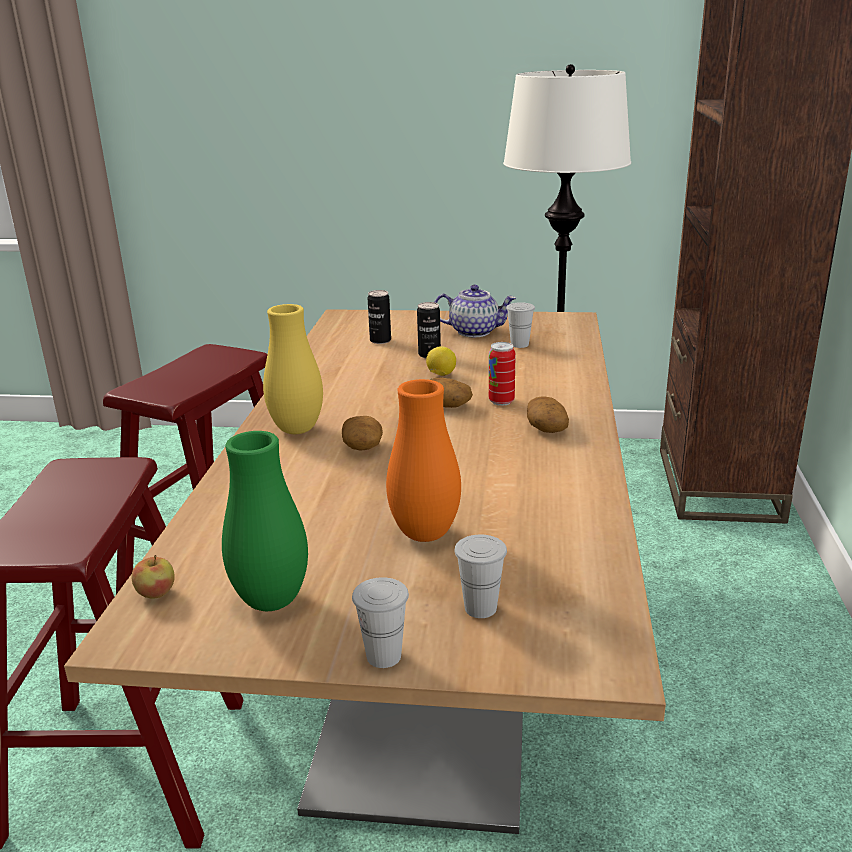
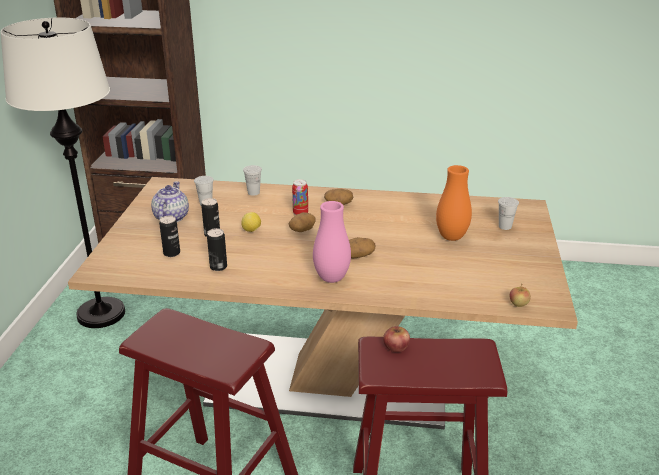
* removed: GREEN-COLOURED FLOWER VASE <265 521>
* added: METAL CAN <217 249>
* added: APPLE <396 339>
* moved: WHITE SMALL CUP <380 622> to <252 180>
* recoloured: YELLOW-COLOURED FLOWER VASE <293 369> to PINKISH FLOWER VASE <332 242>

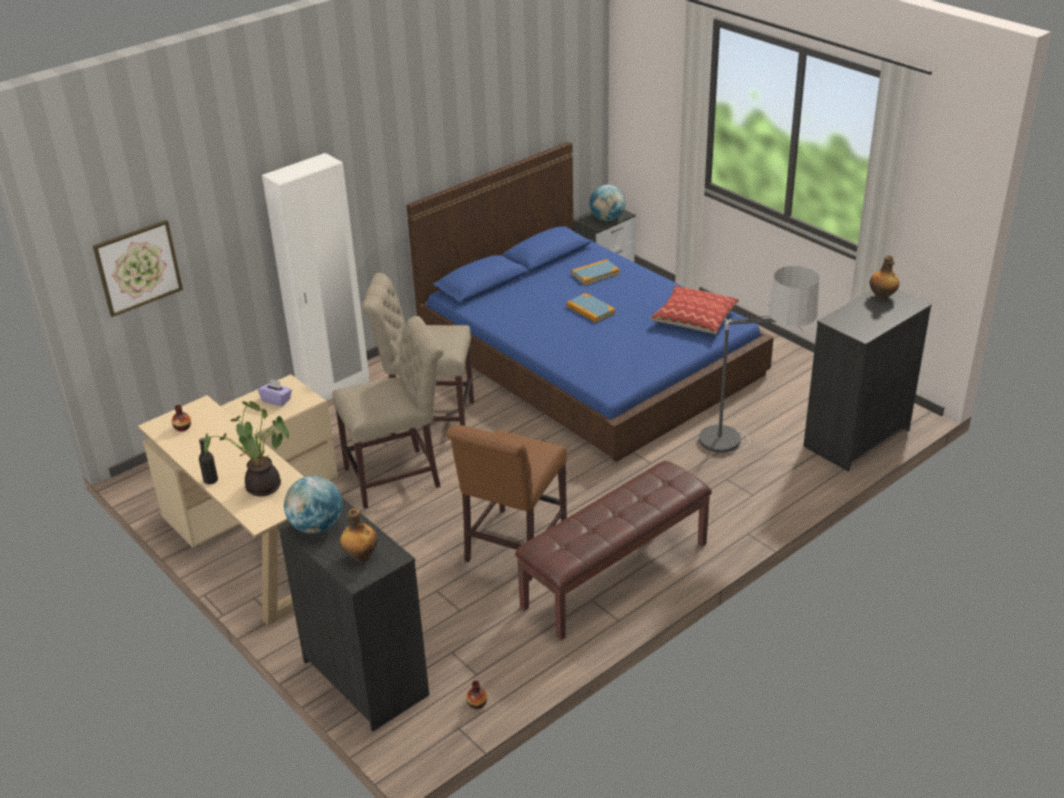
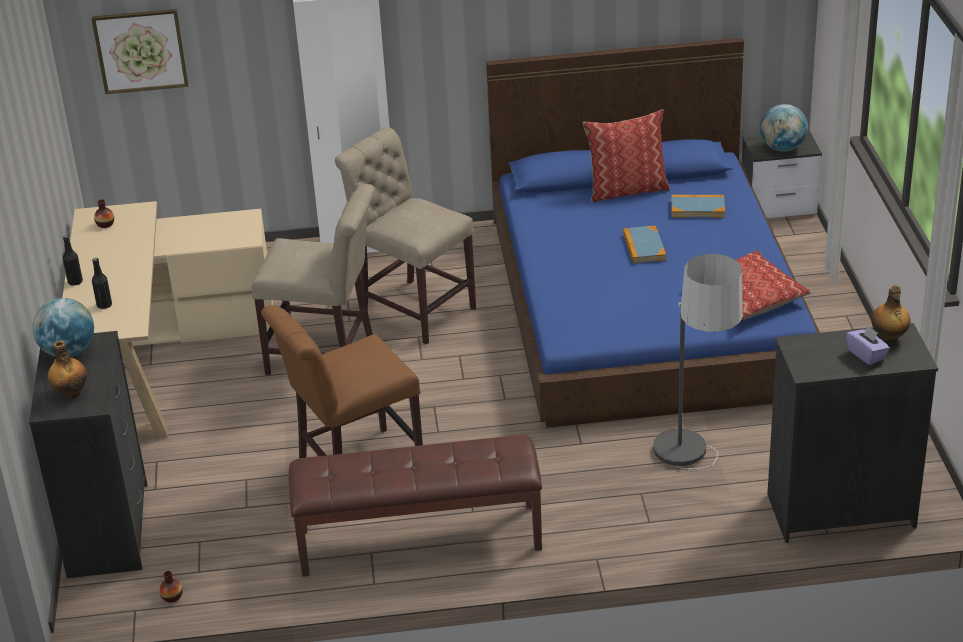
* added: PILLOW <626 156>
* moved: PURPLISH TISSUE BOX <275 392> to <868 345>
* replaced: POTTED PLANT <246 448> to BLACK BEVERAGE BOTTLE <102 283>

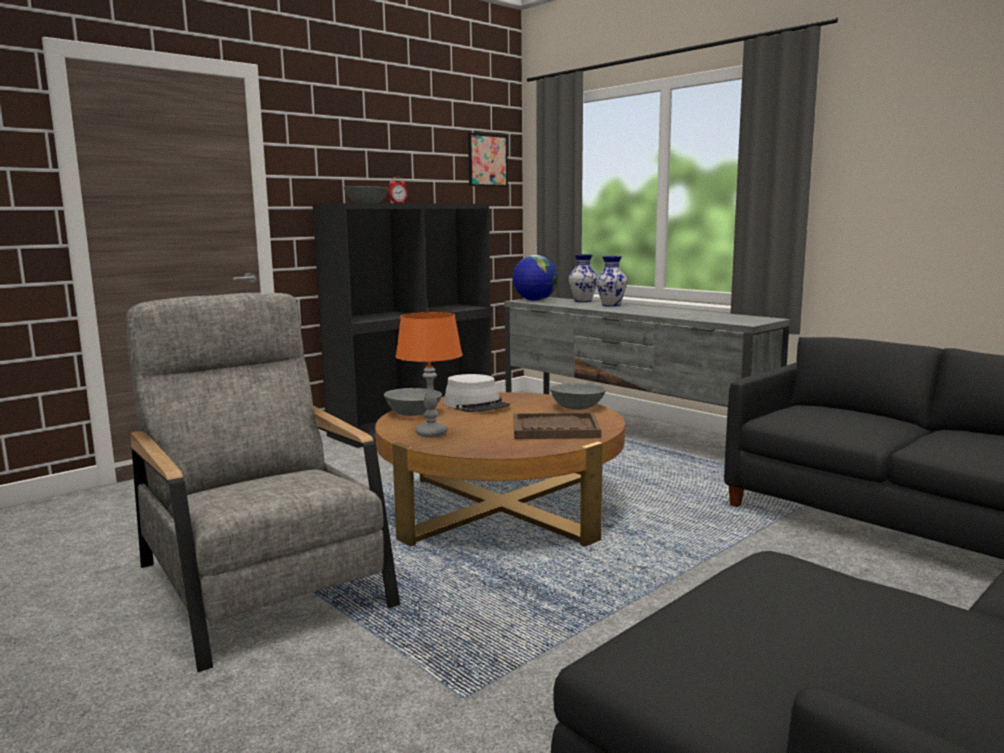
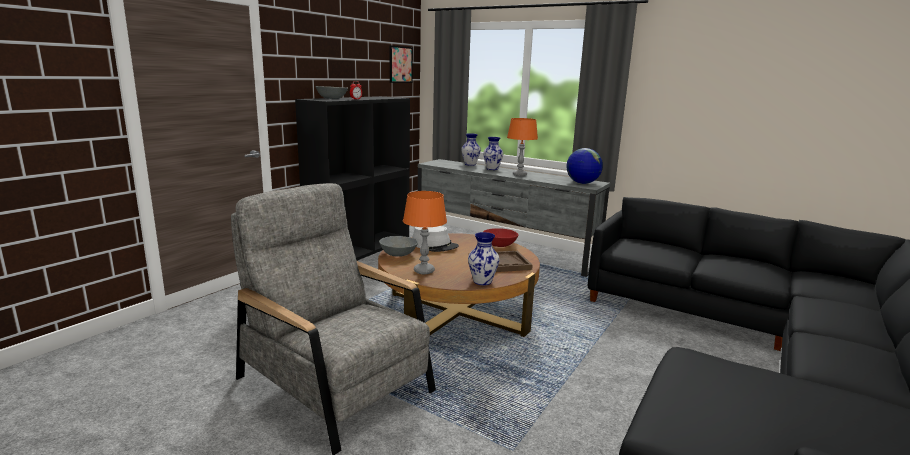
* added: FLOWER VASE <484 258>
* added: ORANGE TABLE LAMP <522 147>
* moved: GLOBE <535 278> to <585 166>
* recoloured: GREY BOWL <578 396> to RED BOWL <501 237>

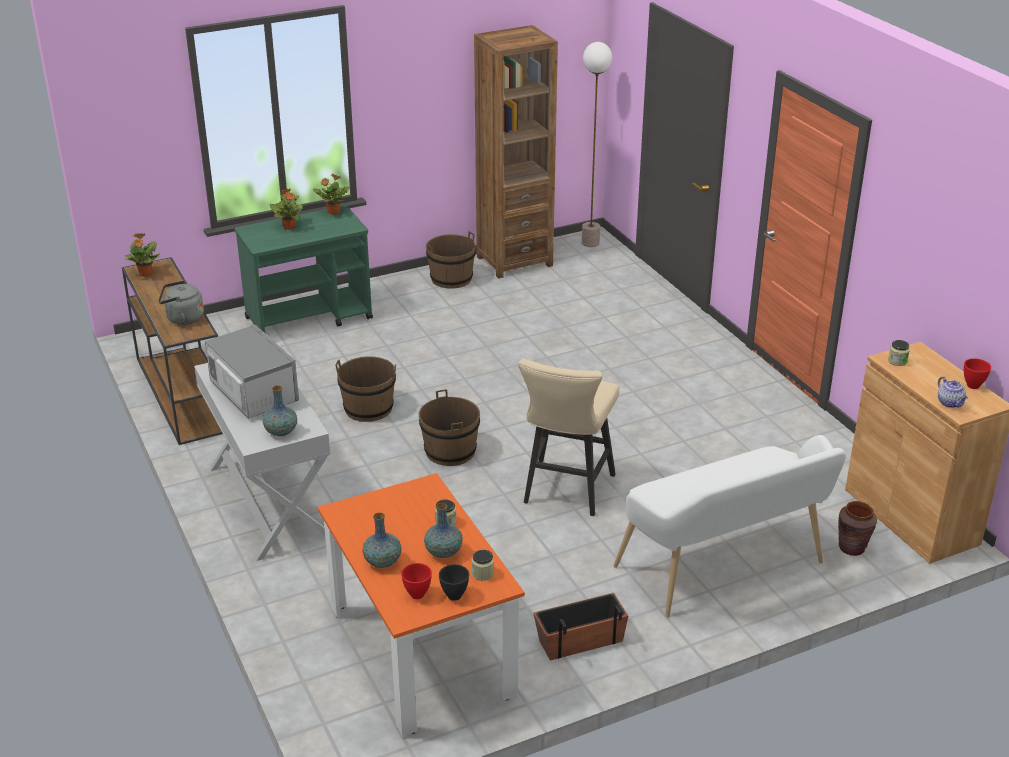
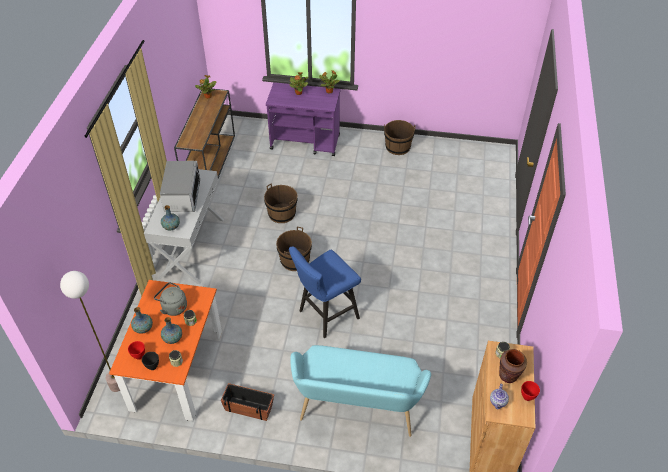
* removed: BROWN BOOKSHELF <516 152>
* moved: GREY TEA KETTLE <181 303> to <170 299>
* moved: FLOOR LAMP <597 144> to <90 331>
* moved: BROWN FLOWER VASE <857 528> to <513 366>
* recoloured: GREEN-COLOURED WHEELED CART <304 269> to PURPLISH WHEELED CART <303 119>
* recoloured: BEIGE-COLOURED SITTING STOOL <568 437> to BLUE SITTING STOOL <325 292>
* recoloured: WHITE INDOOR BENCH <730 526> to BLUE-GREEN INDOOR BENCH <360 391>

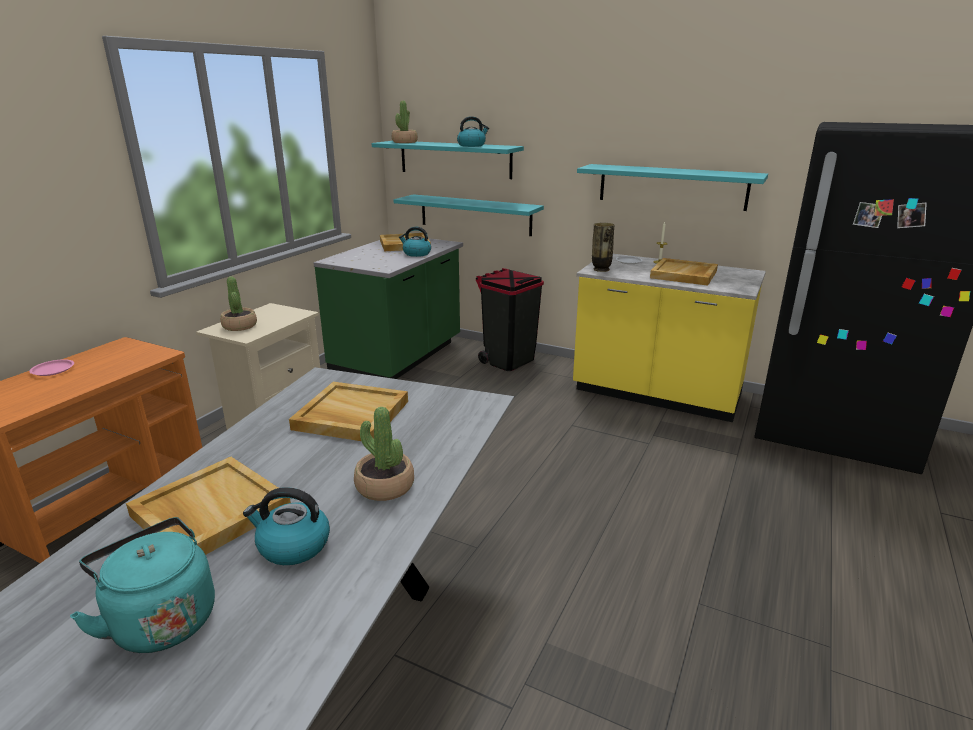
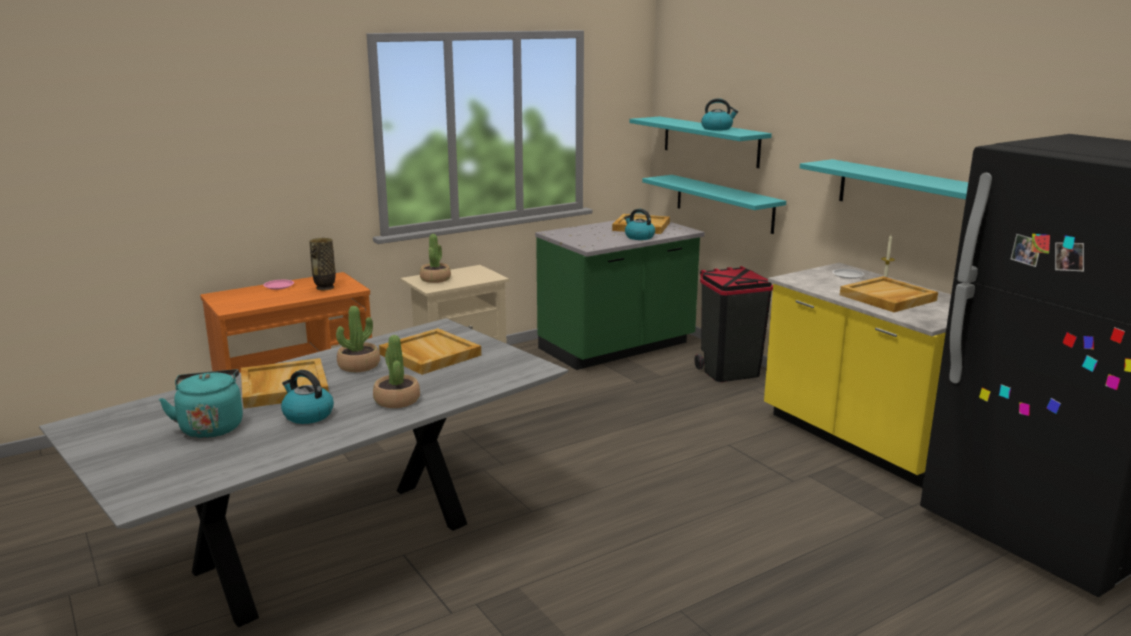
* moved: POTTED PLANT <405 122> to <358 339>
* moved: FLOWER VASE <603 247> to <322 264>

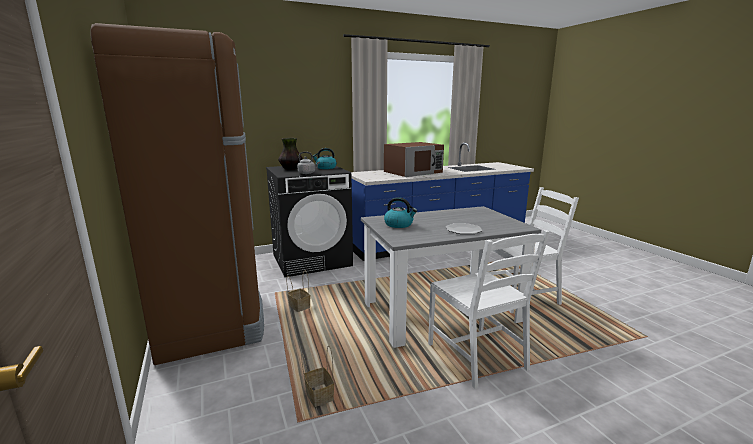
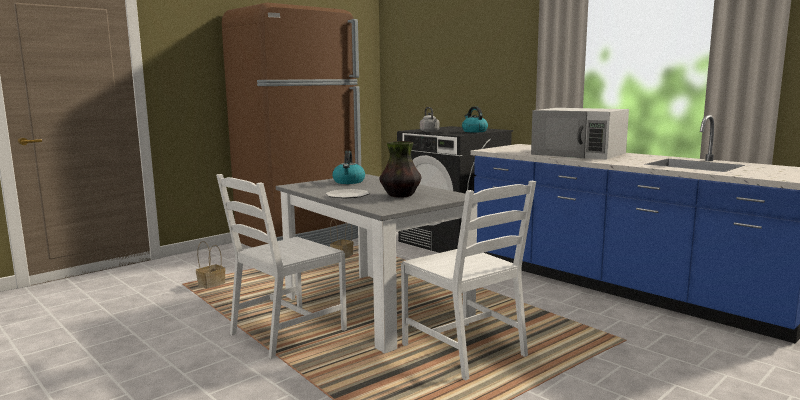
* moved: FLOWER VASE <290 154> to <400 169>
* recoloured: BROWN MICROWAVE <414 159> to WHITE MICROWAVE <580 134>

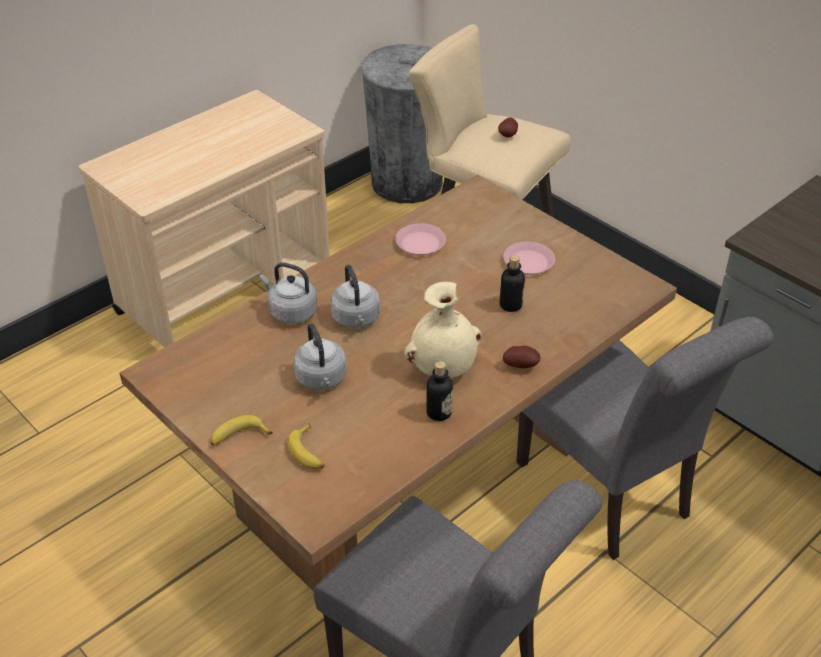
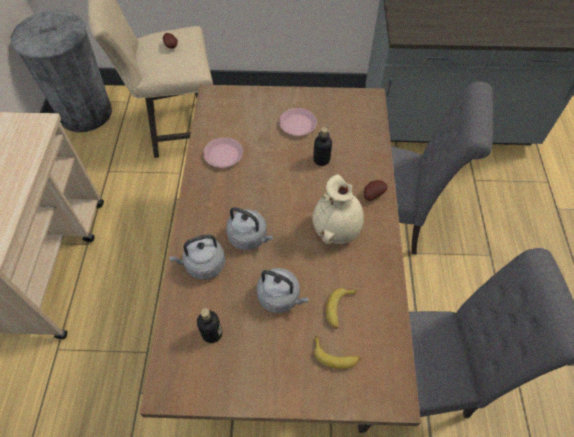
* moved: WHOLE BANANA <242 430> to <341 308>
* moved: BEVERAGE BOTTLE <439 391> to <209 325>

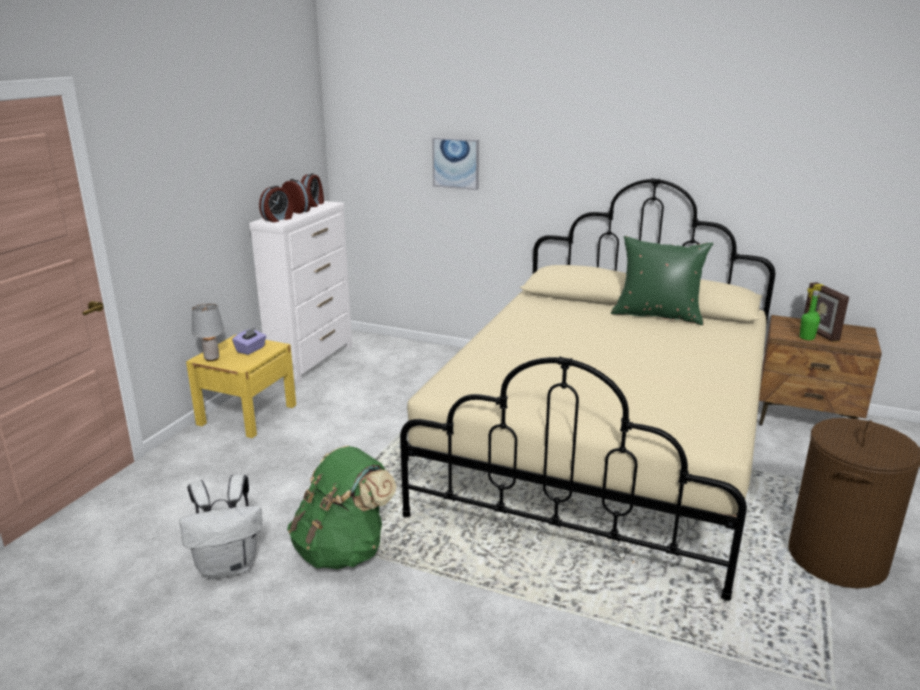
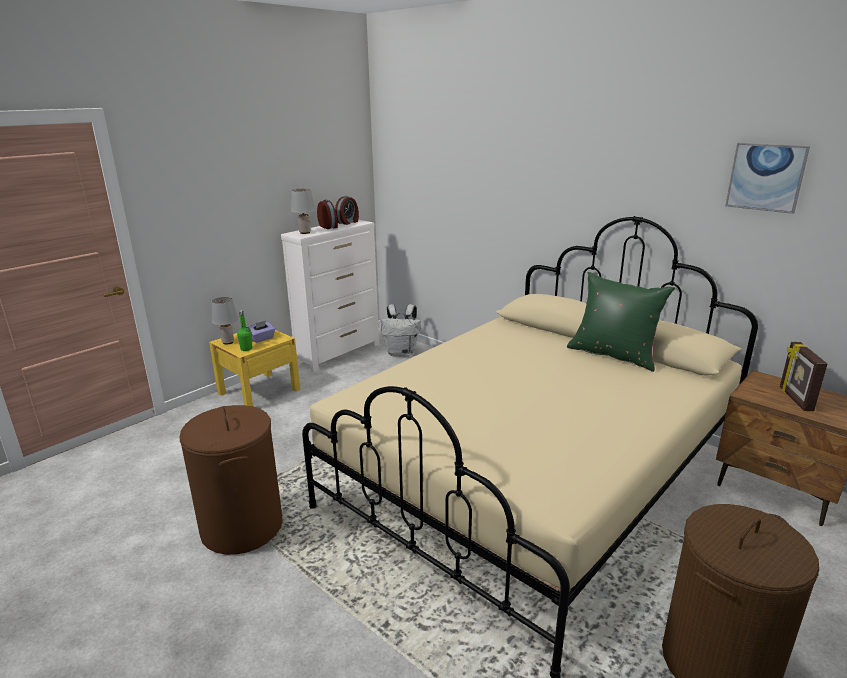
* moved: WHITE RUCKSACK <220 527> to <401 330>
* moved: WALL PICTURE <455 163> to <767 178>
* moved: GREEN-COLOURED BEVERAGE BOTTLE <810 315> to <244 330>
* replaced: BEDSIDE CLOCK <276 203> to GREY TABLE LAMP <303 211>
* replaced: GREEN-COLOURED RUCKSACK <342 507> to BROWN LAUNDRY BASKET <231 480>

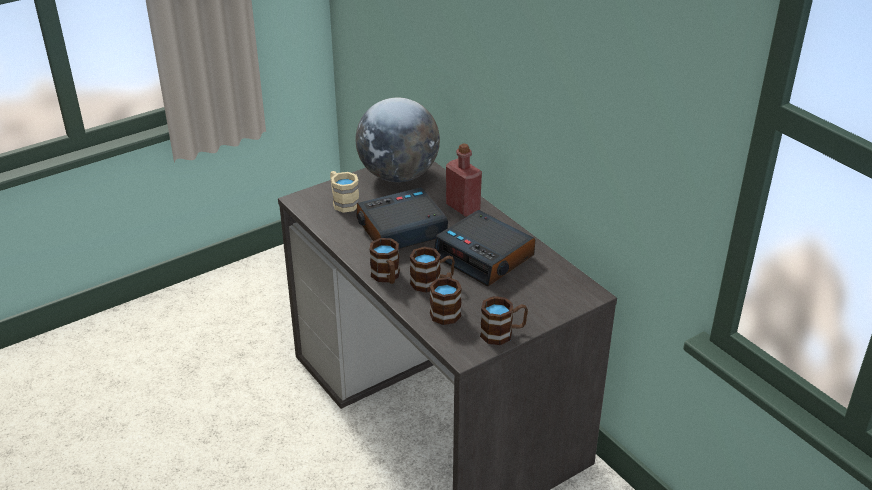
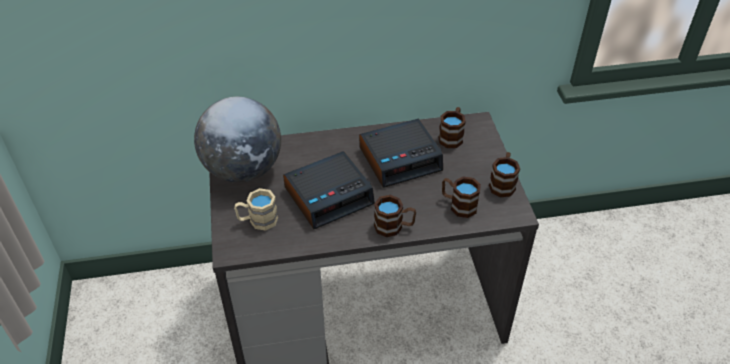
* removed: RED BEVERAGE BOTTLE <464 180>
* moved: BROWN COFFEE MUG <432 270> to <452 127>
* turned: BEDSIDE CLOCK <402 218> = <329 190> 120 degrees counterclockwise

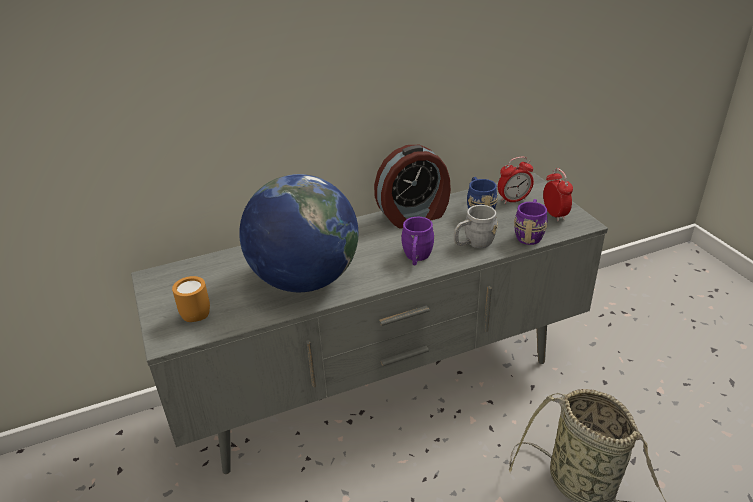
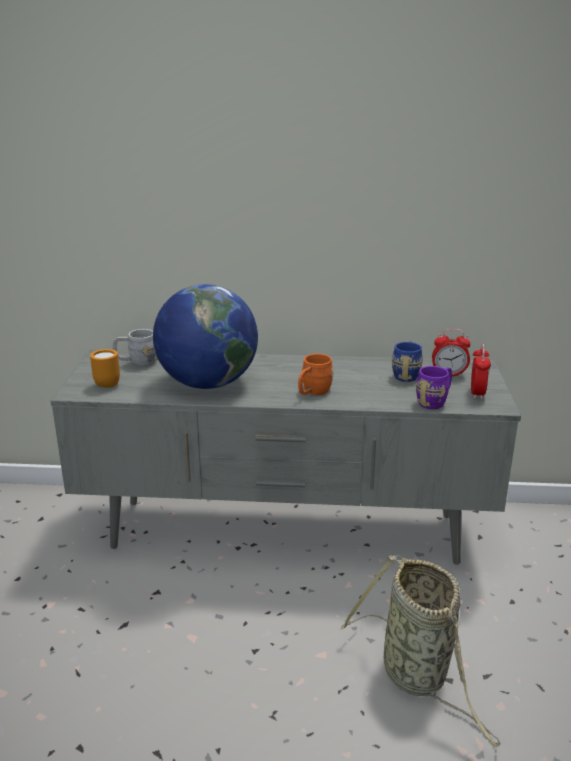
* removed: BEDSIDE CLOCK <412 187>
* moved: GREY COFFEE MUG <476 226> to <135 348>
* recoloured: PURPLISH COFFEE MUG <418 241> to ORANGE COFFEE MUG <315 374>

